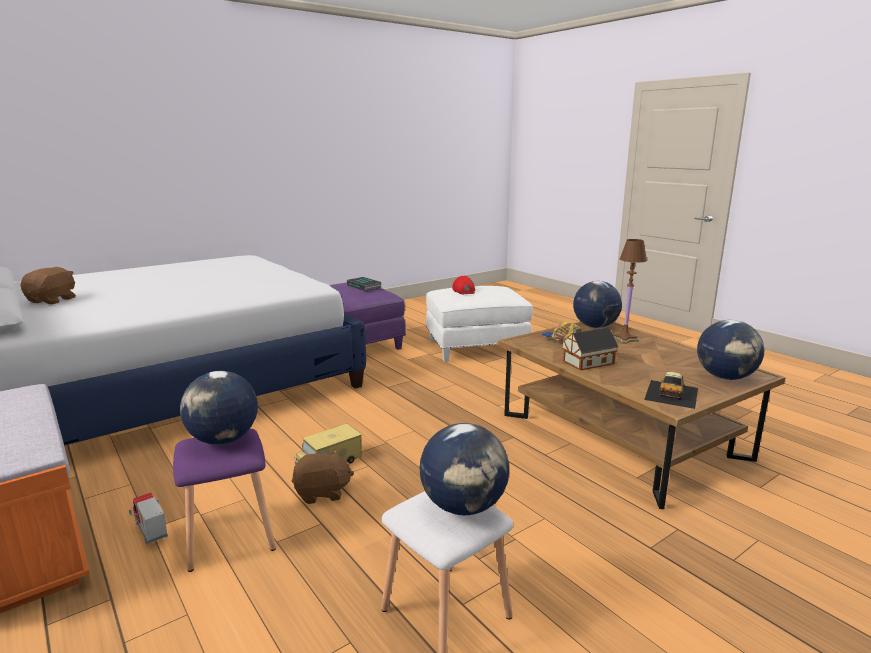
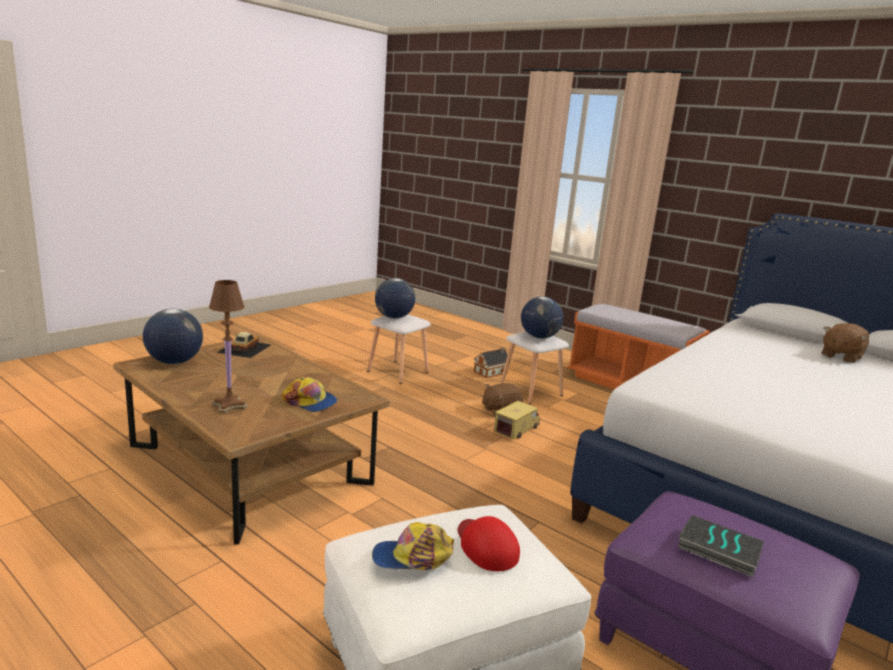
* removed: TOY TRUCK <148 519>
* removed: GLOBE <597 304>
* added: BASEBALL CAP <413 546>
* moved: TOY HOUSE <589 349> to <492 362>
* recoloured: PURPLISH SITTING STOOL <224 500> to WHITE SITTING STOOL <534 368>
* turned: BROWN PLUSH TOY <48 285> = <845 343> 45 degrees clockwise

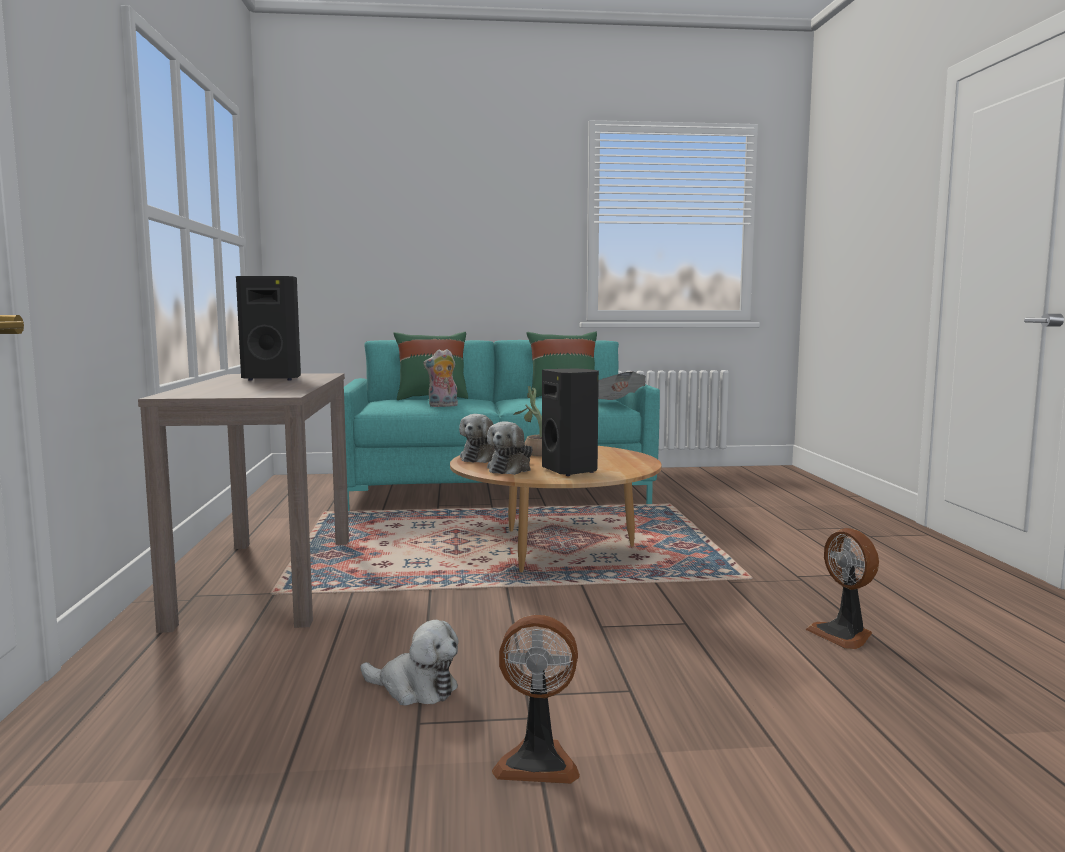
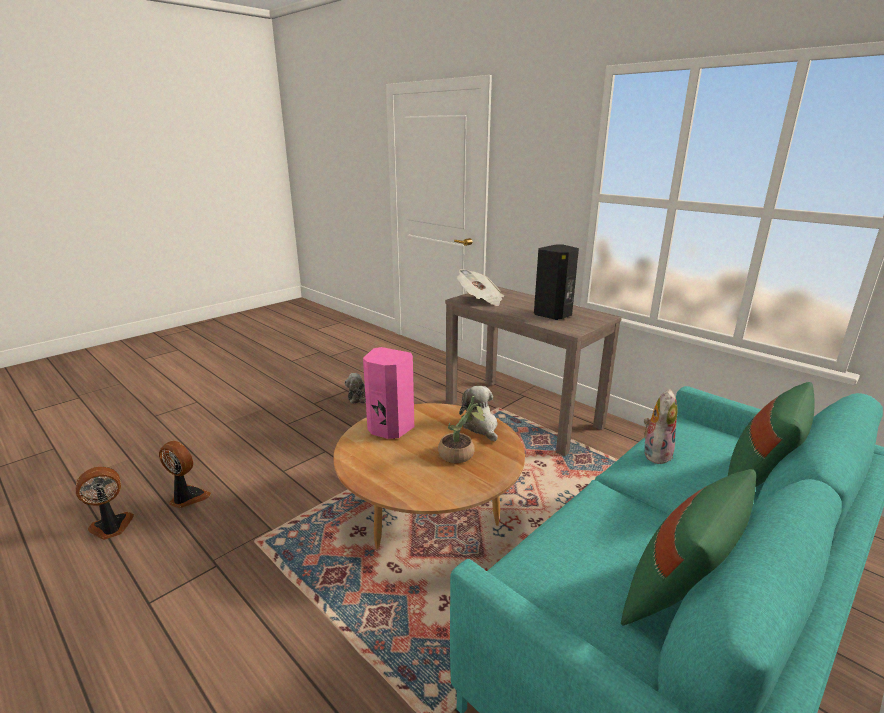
* removed: PLUSH TOY <510 448>
* moved: ELECTRIC FAN <536 699> to <105 503>
* moved: PRINTED PAPER <622 385> to <480 287>
* recoloured: BLACK AUDIO SPEAKER <570 422> to PINKISH AUDIO SPEAKER <388 393>

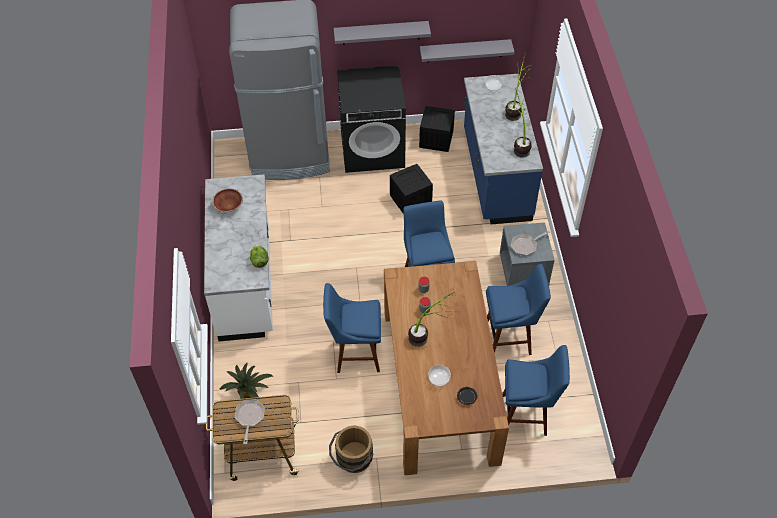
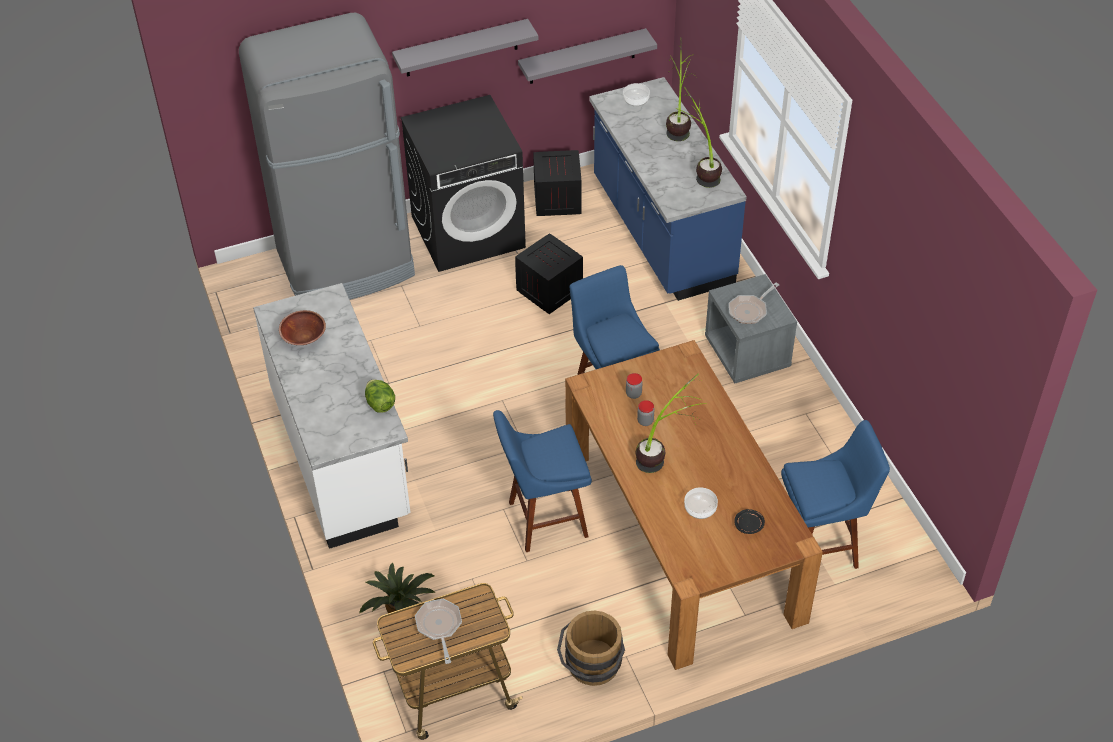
* removed: BLUE SITTING STOOL <518 309>

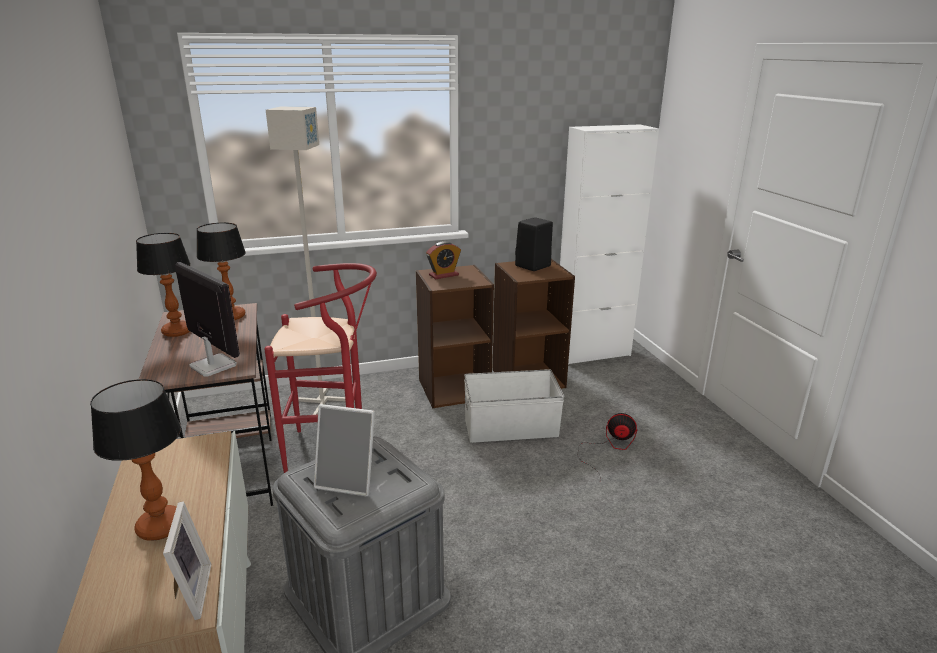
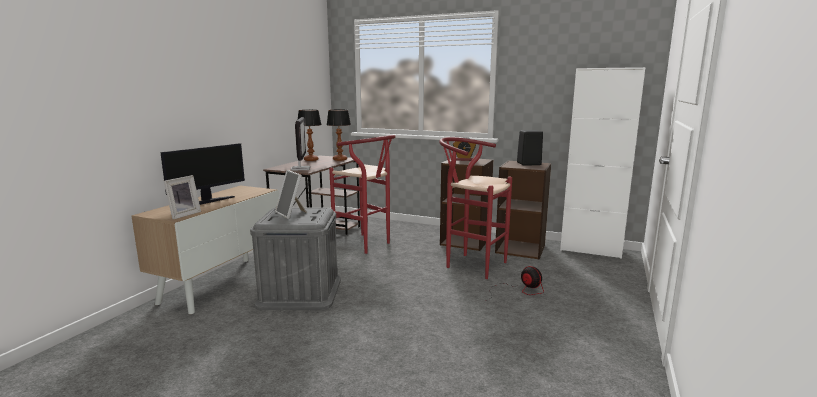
* removed: GREY FLOOR LAMP <310 260>
* replaced: TABLE LAMP <135 460> to MONITOR <202 174>
* replaced: WHITE STORAGE BIN <514 406> to RED SITTING STOOL <475 208>

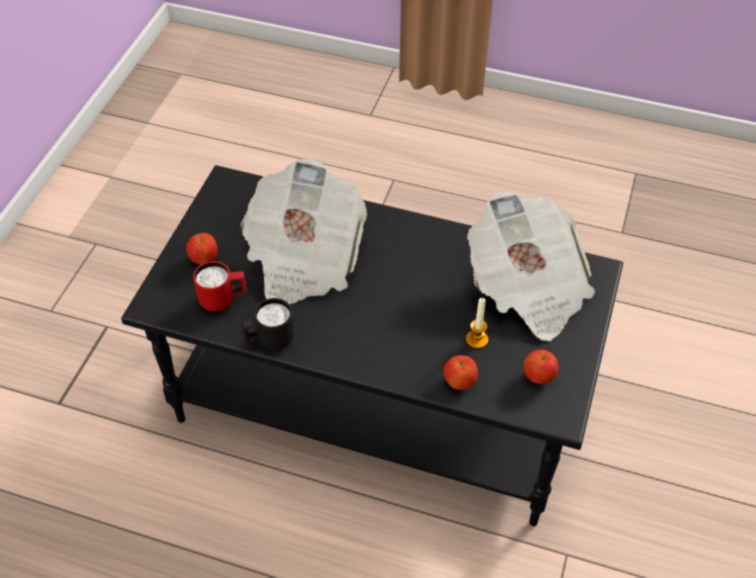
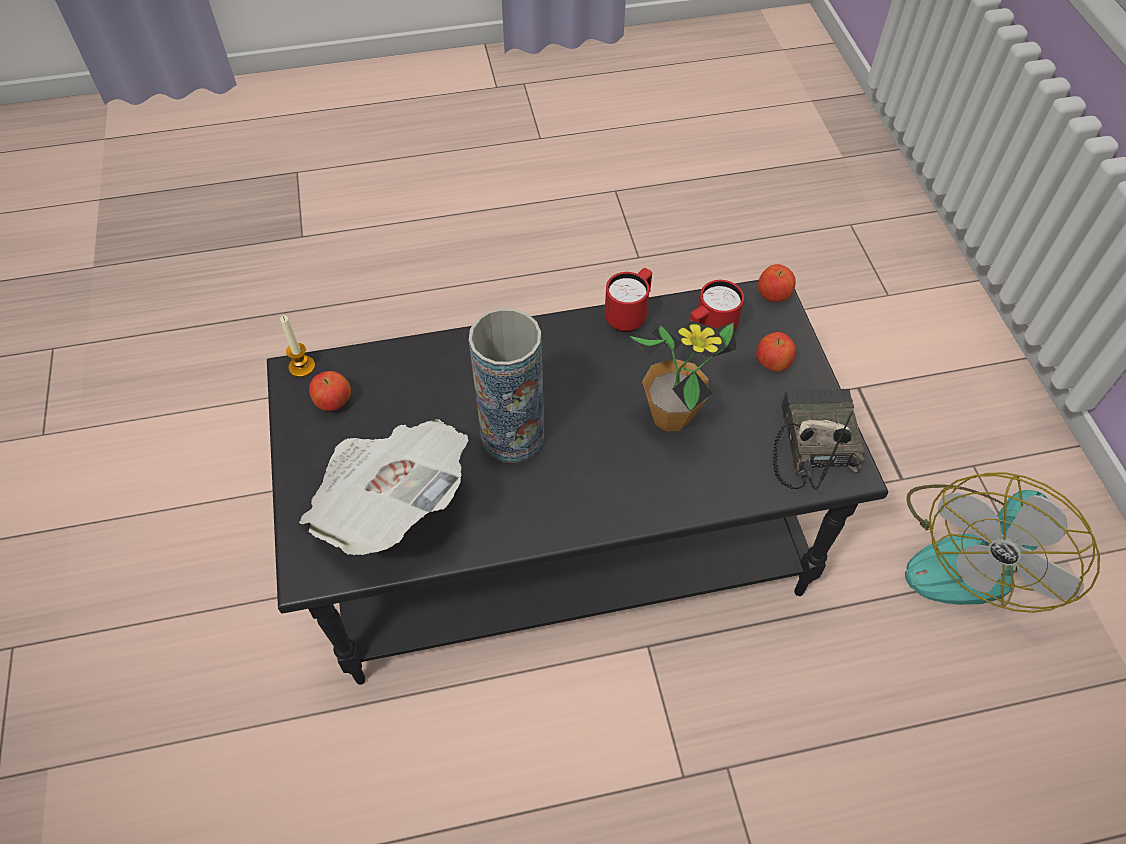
* added: FLOWER VASE <506 385>
* added: RADIO SET <819 439>
* added: ELECTRIC FAN <1002 542>
* moved: APPLE <461 372> to <777 283>
* moved: WAX LIGHT <477 323> to <297 346>
* replaced: PRINTED PAPER <304 231> to POTTED PLANT <682 376>
* recoloured: BLACK COFFEE MUG <268 324> to RED COFFEE MUG <628 300>

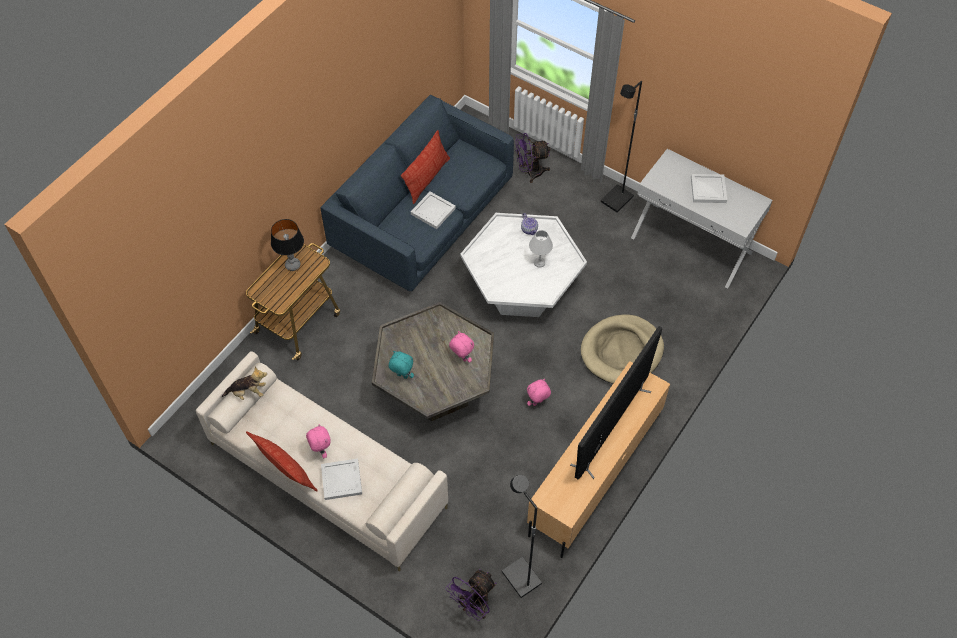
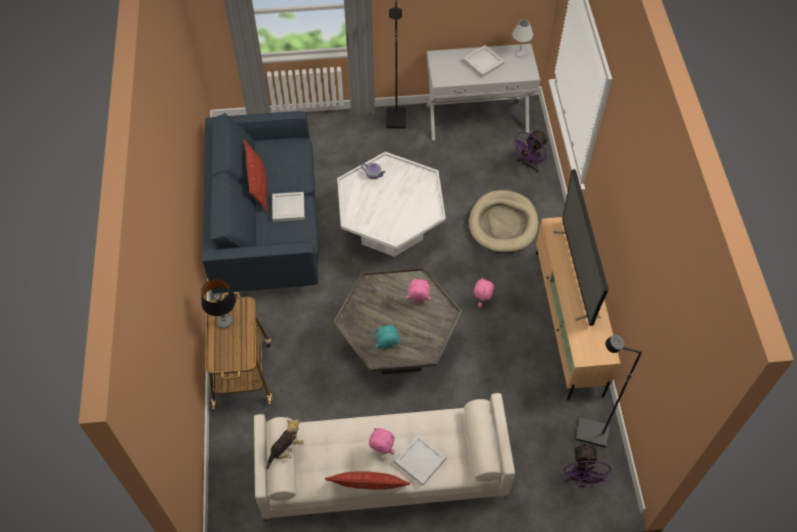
* moved: PURPLISH ELECTRIC FAN <533 158> to <529 151>
* moved: WHITE TABLE LAMP <541 249> to <522 39>

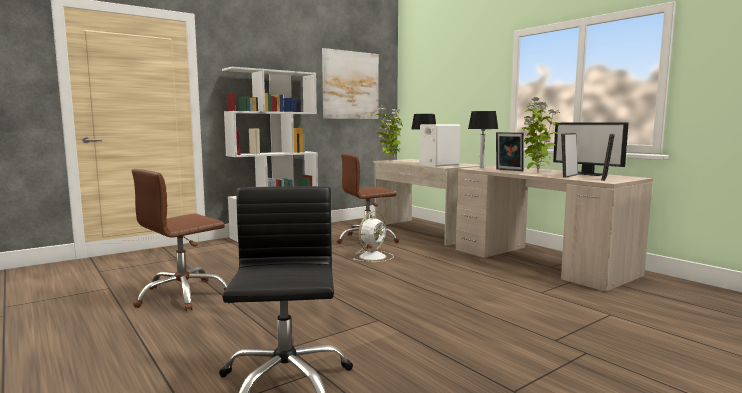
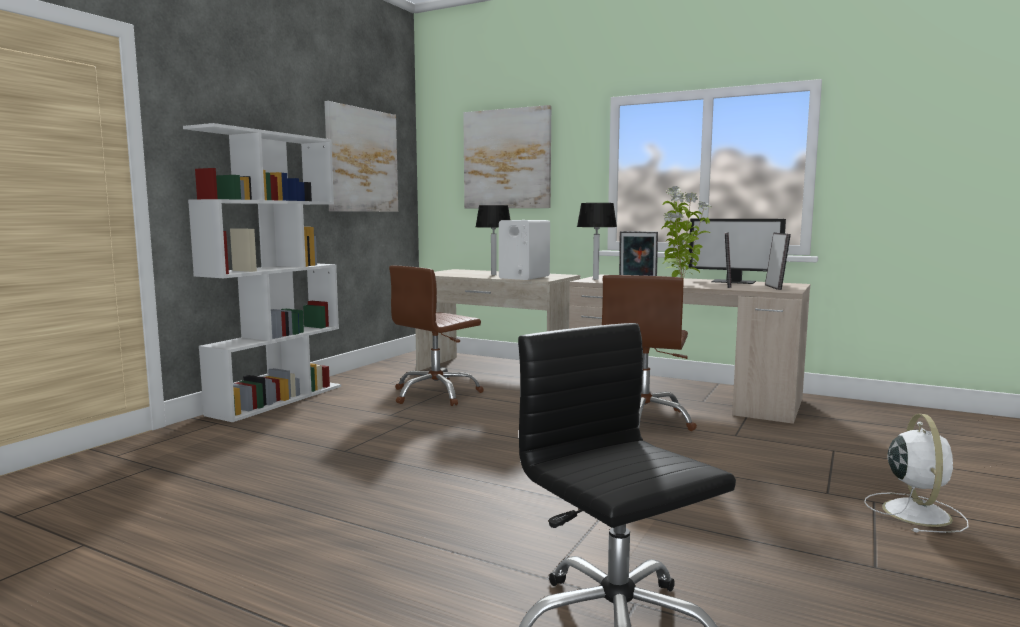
* removed: POTTED PLANT <389 132>
* added: WALL PICTURE <507 156>
* moved: BROWN COMPUTER CHAIR <180 240> to <649 353>
* moved: WHITE ELECTRIC FAN <373 236> to <916 473>

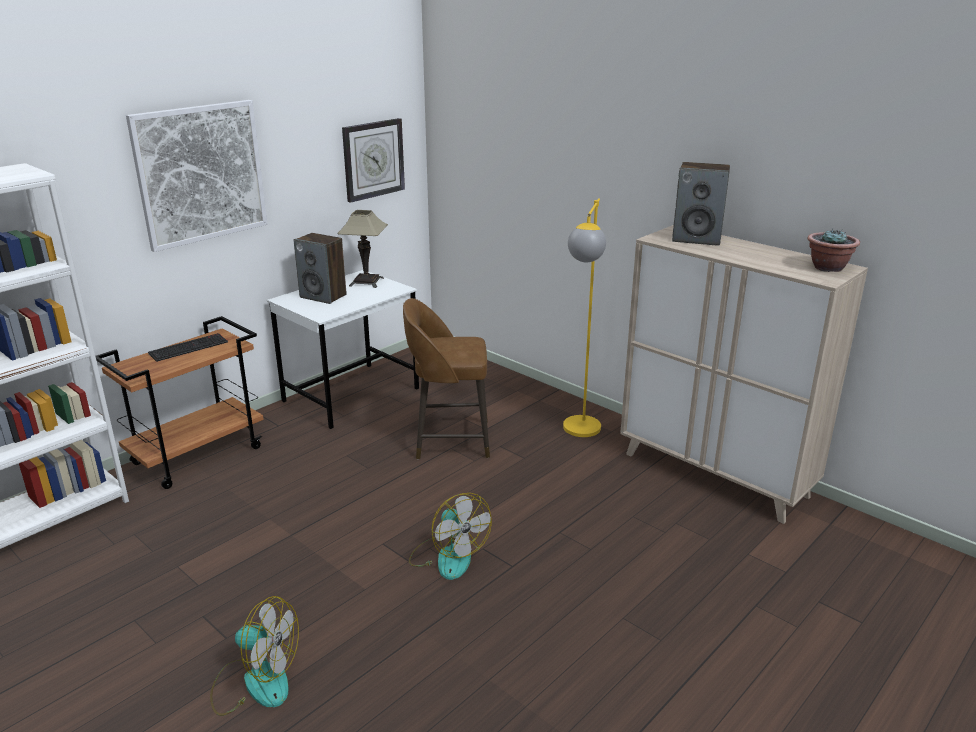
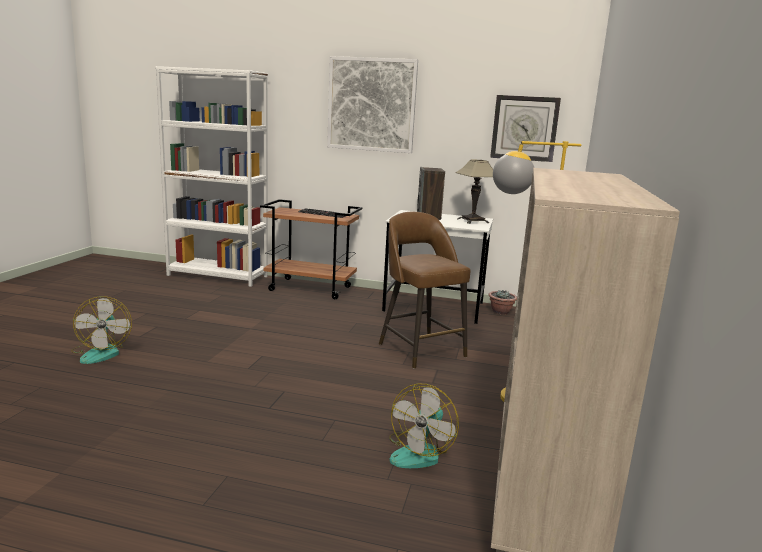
* removed: AUDIO SPEAKER <701 204>
* moved: ELECTRIC FAN <450 536> to <424 425>
* moved: POTTED PLANT <833 250> to <502 302>

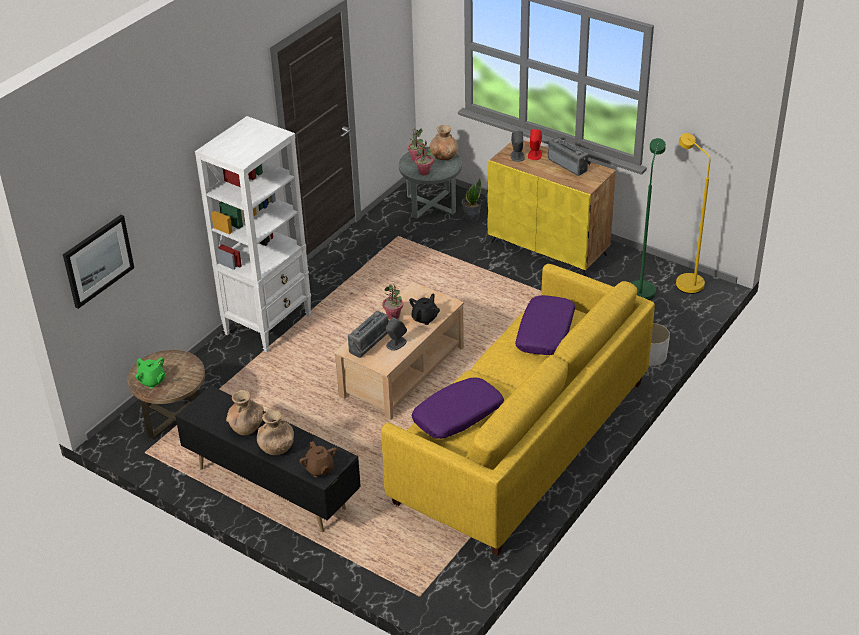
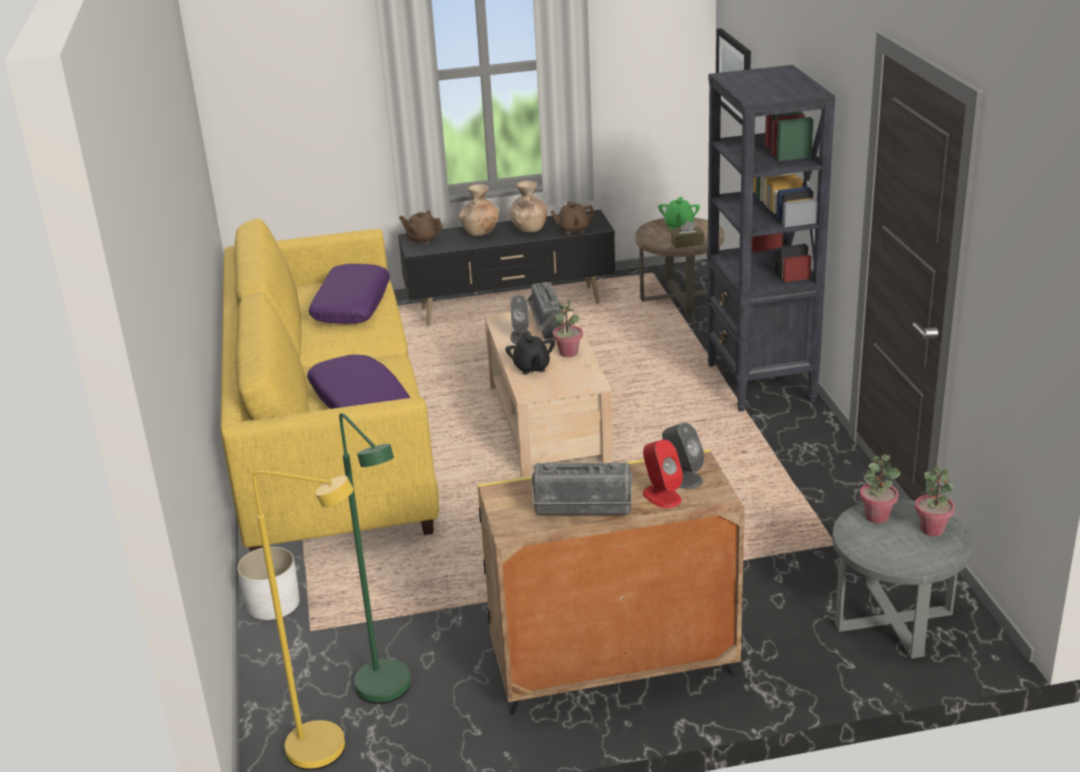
* removed: BROWN FLOWER VASE <444 142>
* removed: POTTED PLANT <472 200>
* added: BROWN TEAPOT <572 217>
* added: BROWN TISSUE BOX <687 234>
* recoloured: WHITE BOOKSHELF <253 234> to BLACK BOOKSHELF <770 238>
* turned: GREEN-COLOURED TEAPOT <150 373> = <679 213> 75 degrees counterclockwise

